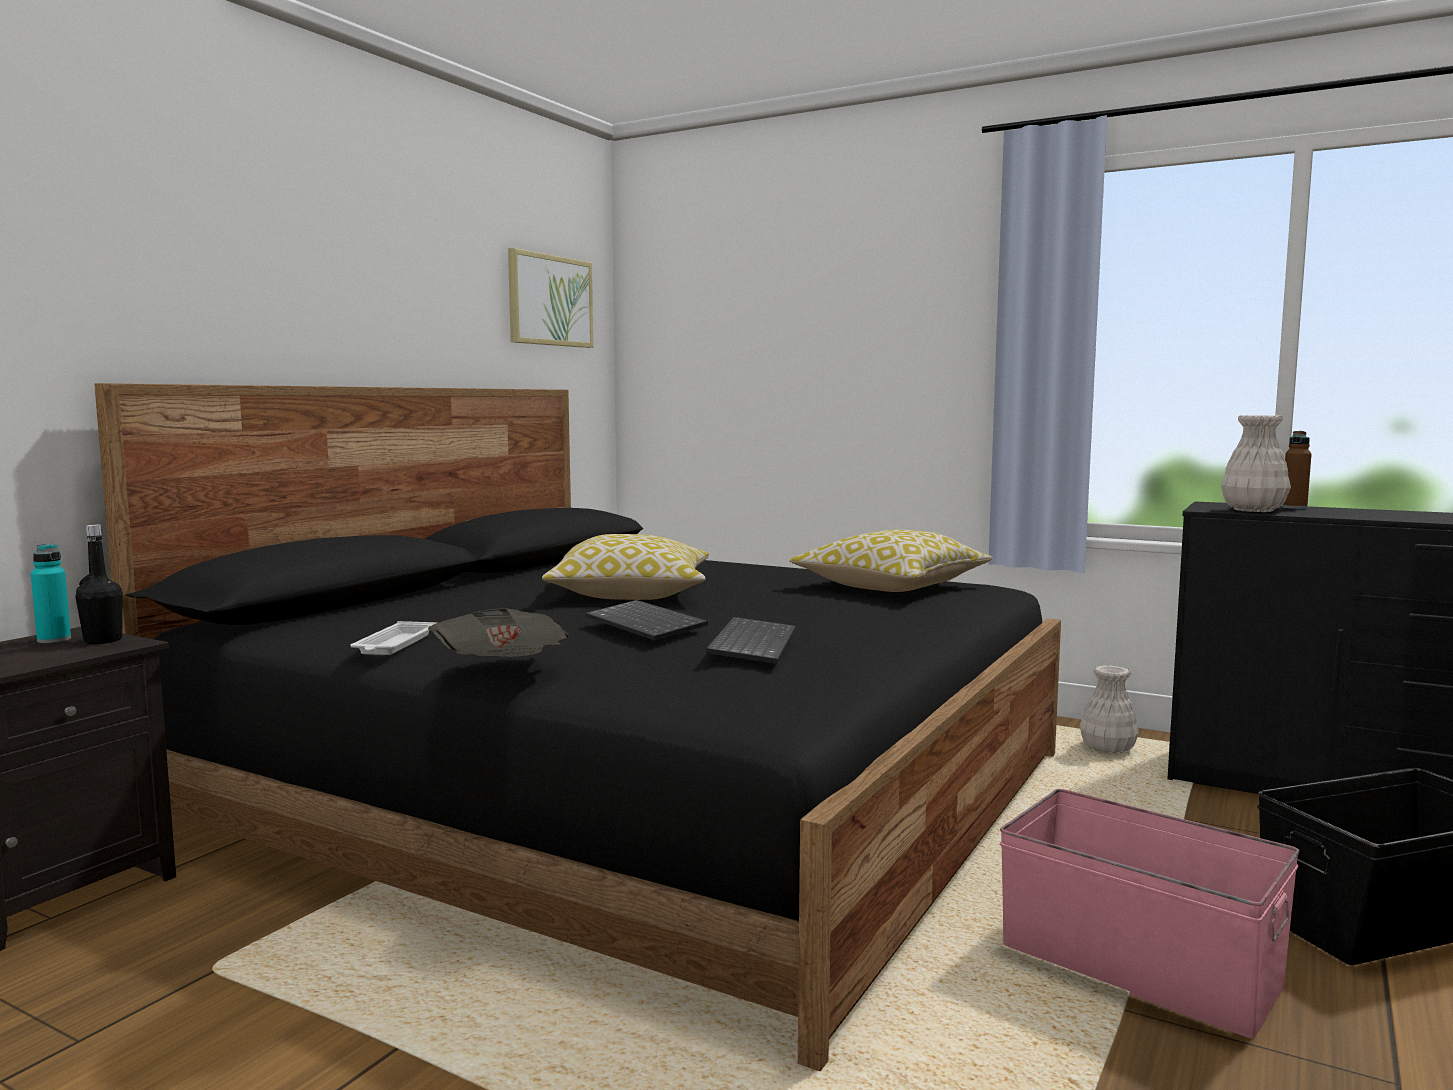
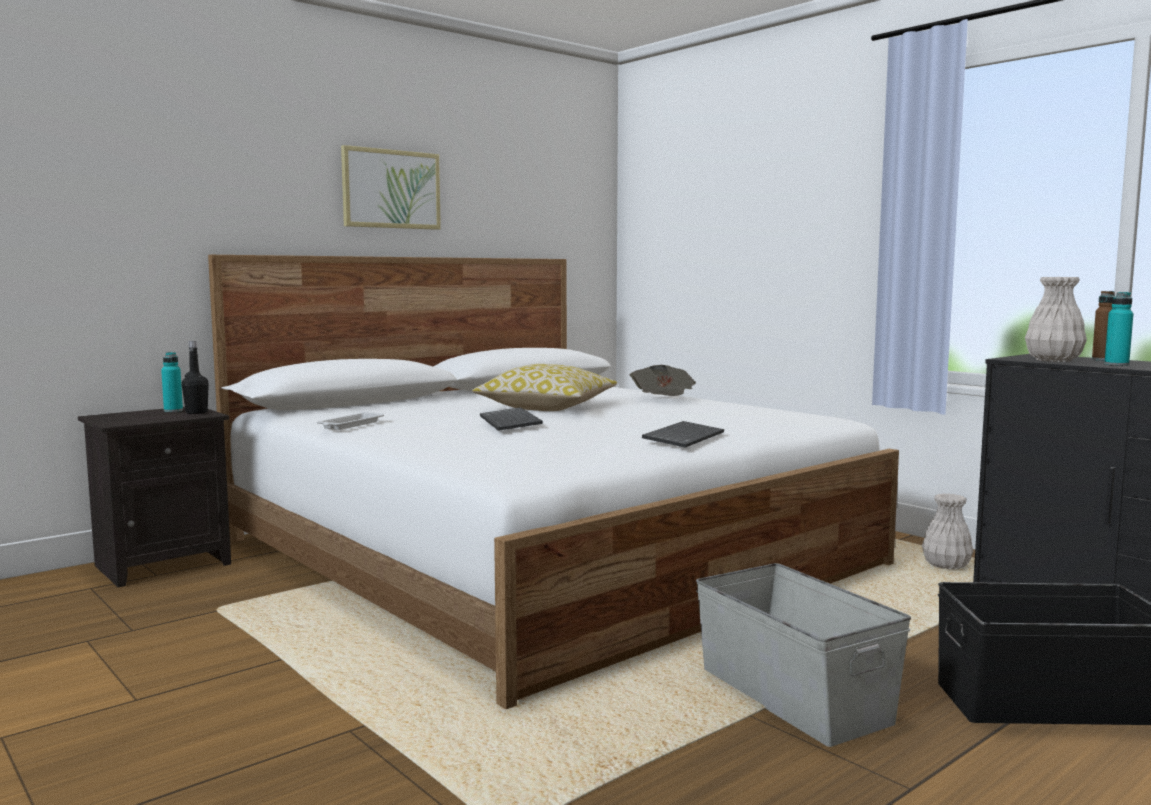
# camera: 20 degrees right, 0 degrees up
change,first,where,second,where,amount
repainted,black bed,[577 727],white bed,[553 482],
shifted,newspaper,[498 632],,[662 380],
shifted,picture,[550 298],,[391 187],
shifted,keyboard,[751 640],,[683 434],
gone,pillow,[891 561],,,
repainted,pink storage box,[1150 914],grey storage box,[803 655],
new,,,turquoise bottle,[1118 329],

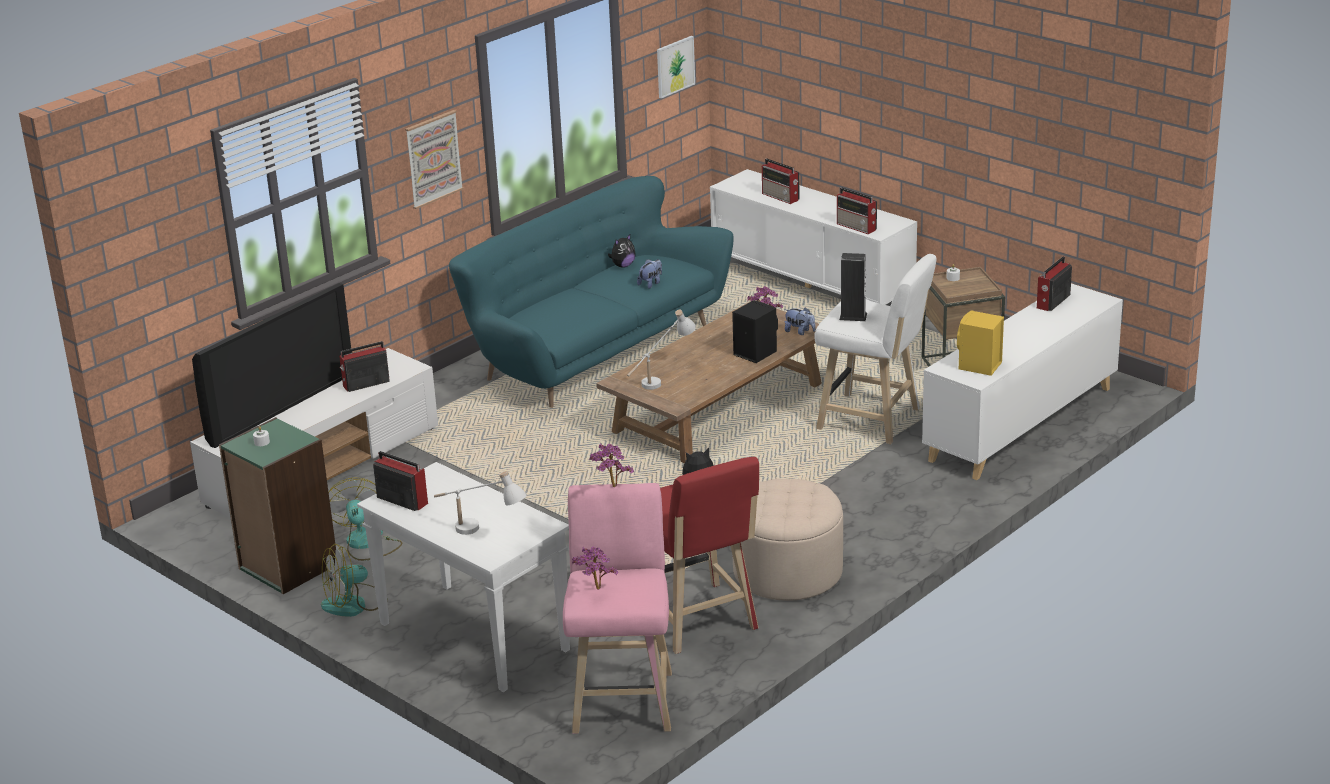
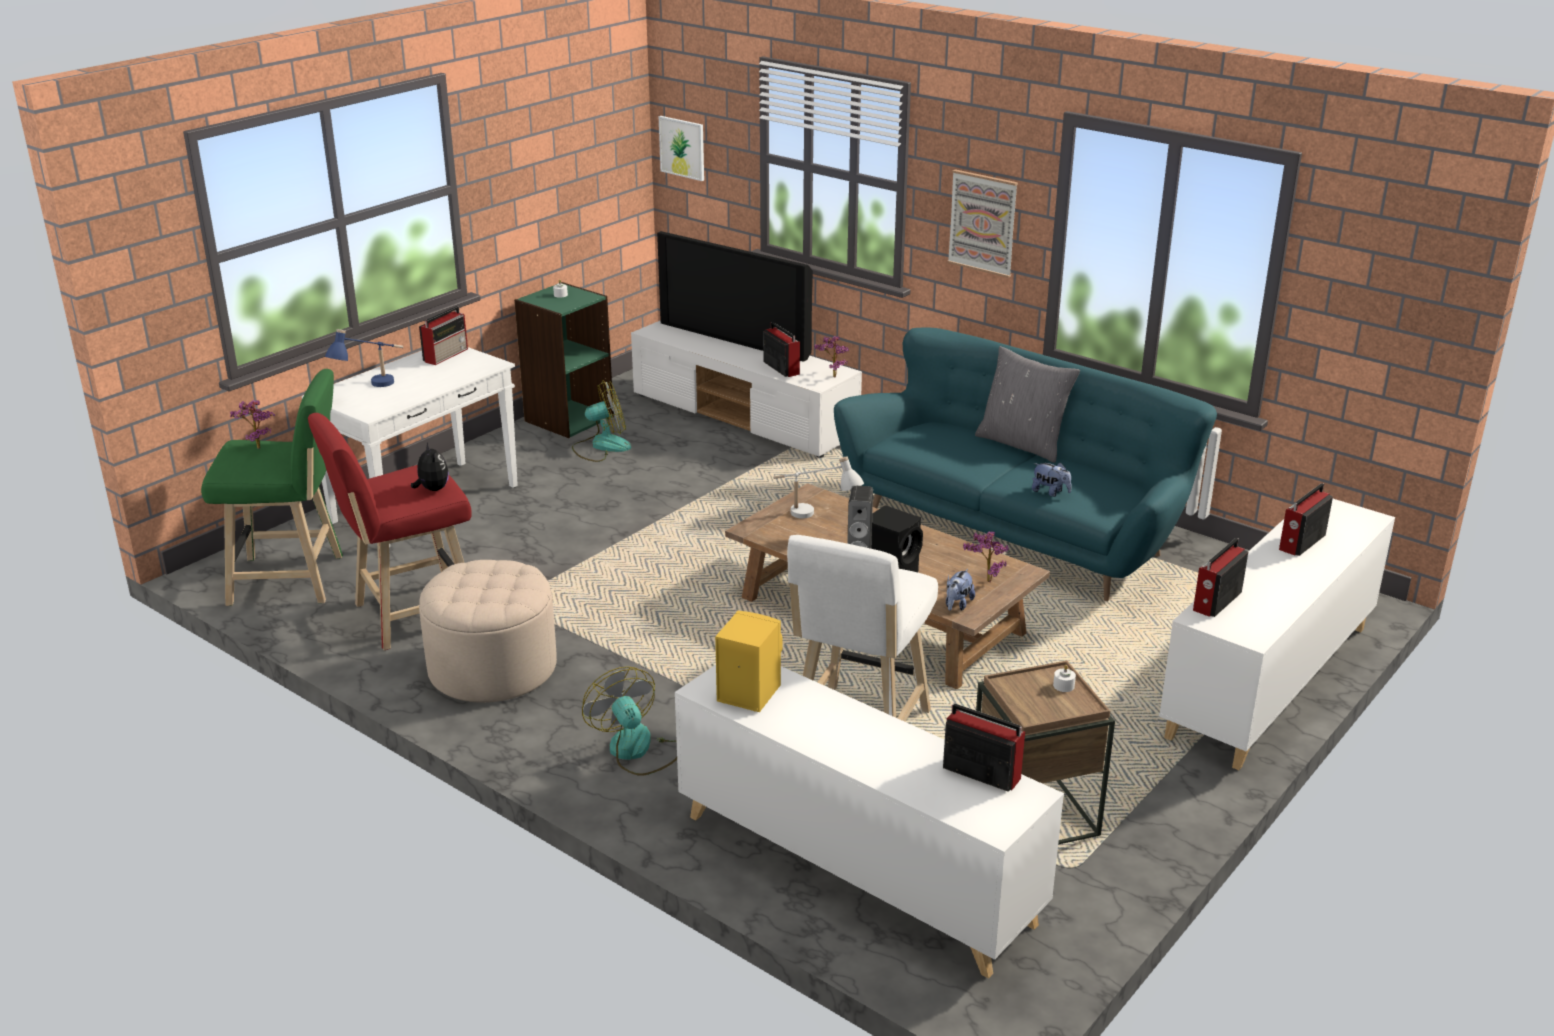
# camera: 85 degrees right, 0 degrees up
change,first,where,second,where,amount
shifted,fan,[354 580],,[629 721],
repainted,white table lamp,[480 503],blue table lamp,[364 358],
repainted,pink stool,[617 608],green stool,[272 487],
shifted,potted plant,[612 465],,[831 356],
gone,plush toy,[621 251],,,
shifted,picture,[676 67],,[681 148],
new,,,grey pillow,[1027 404],

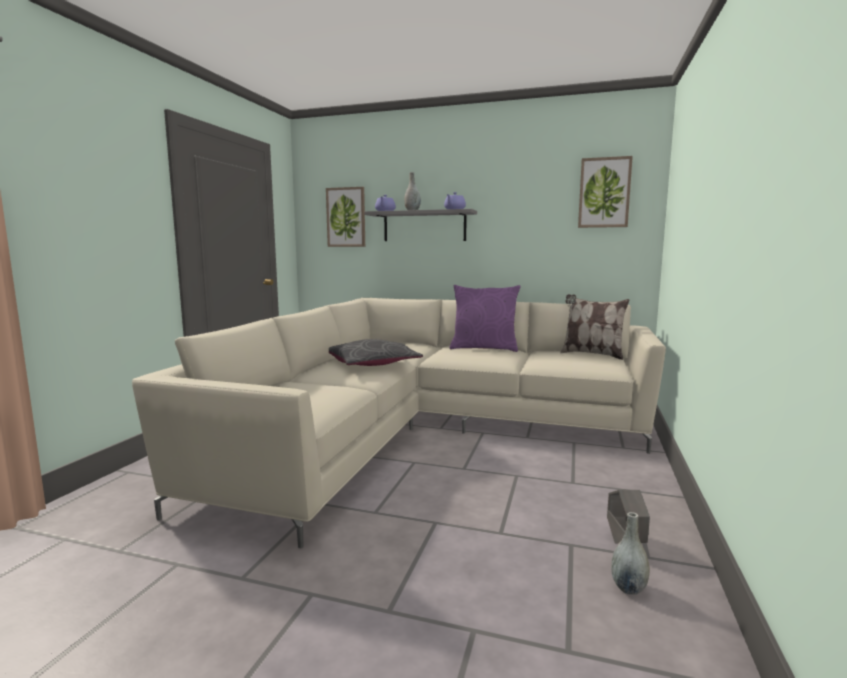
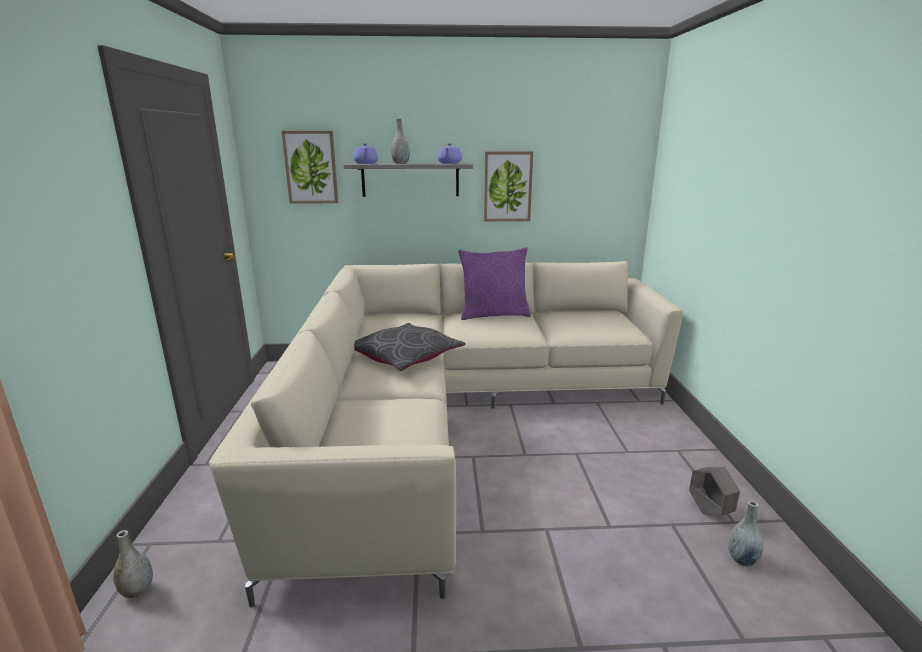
# camera: 20 degrees left, 10 degrees up
change,first,where,second,where,amount
gone,pillow,[594 327],,,
shifted,picture,[605 192],,[508 186],
new,,,grey vase,[133 564],

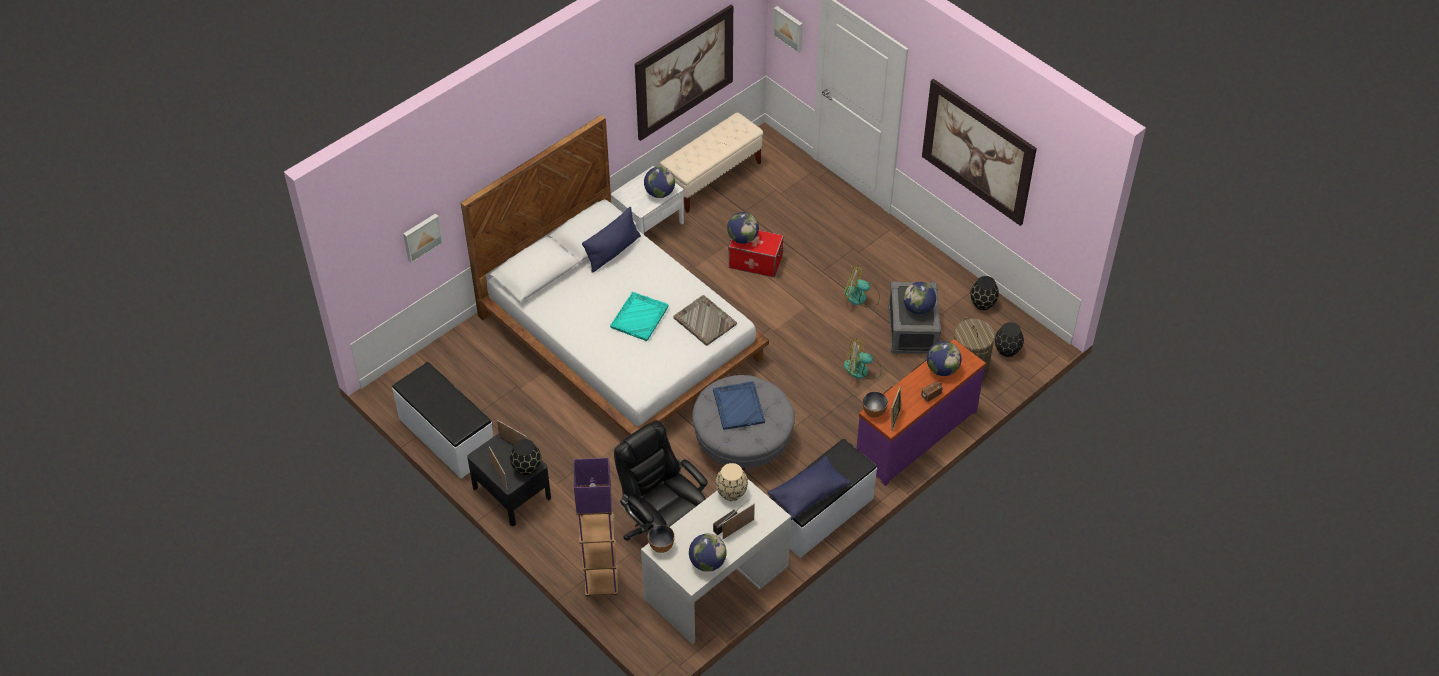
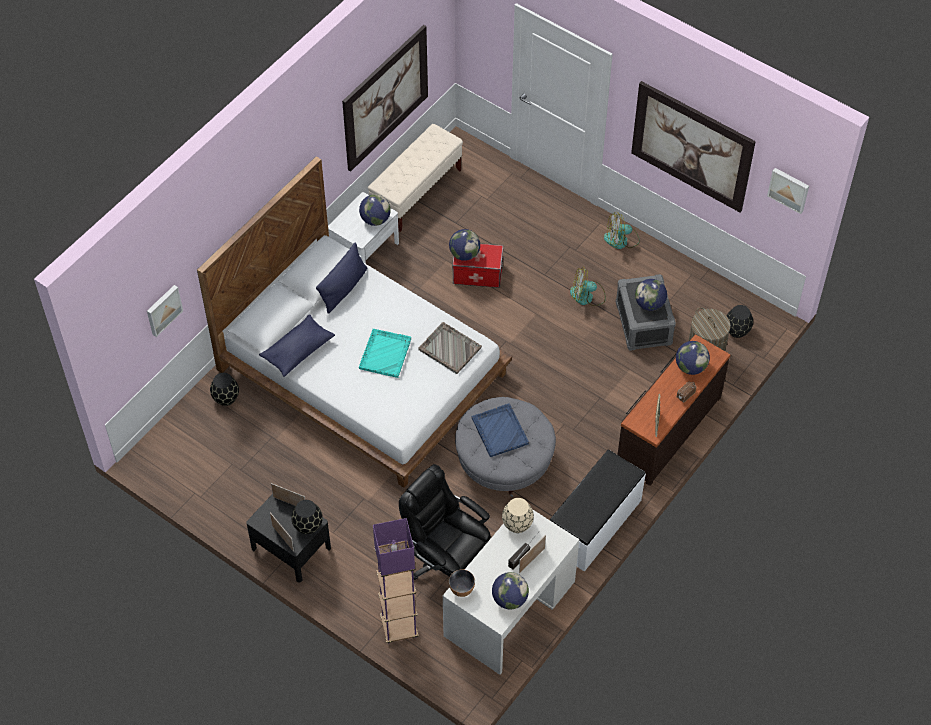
# camera: 10 degrees left, 5 degrees up
change,first,where,second,where,amount
gone,white bench,[442 420],,,
shifted,blue pillow,[809 488],,[297 345],
shifted,picture,[788 29],,[788 191],
shifted,fan,[863 358],,[622 231],
repainted,purple dresser,[921 412],brown dresser,[674 410],
gone,bowl,[875 404],,,
shifted,black vase,[984 293],,[224 389],

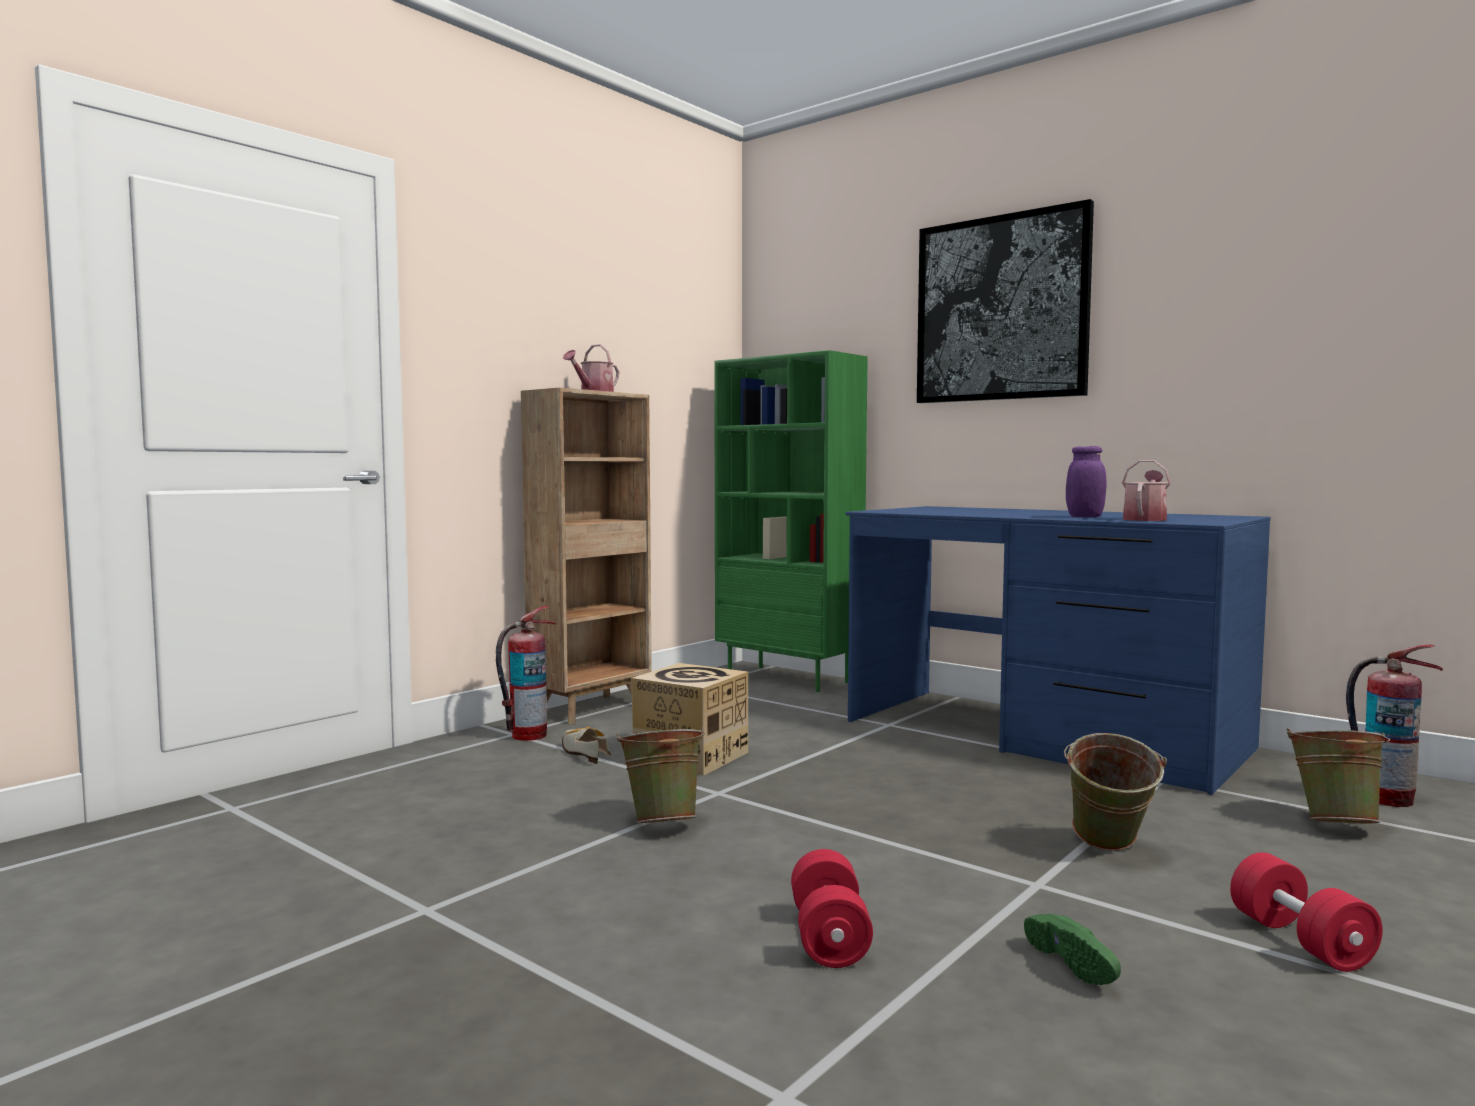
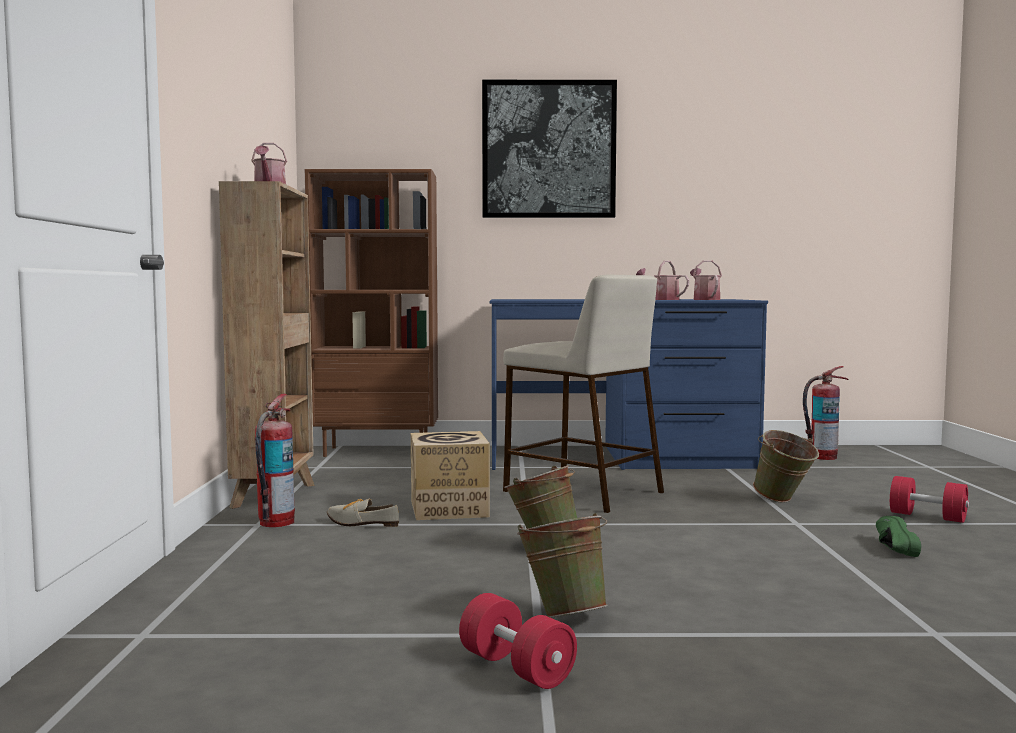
# camera: 40 degrees left, 0 degrees up
change,first,where,second,where,amount
repainted,green bookcase,[791 521],brown bookcase,[371 313],
shifted,red dumbbell,[832 908],,[518 641],
rotated,green shoe,[1072 949],,[898 536],120 degrees counterclockwise
swapped,purple jar,[1086 481],watering can,[662 280],
shifted,green bucket,[1338 775],,[562 565],
new,,,beige stool,[583 393],

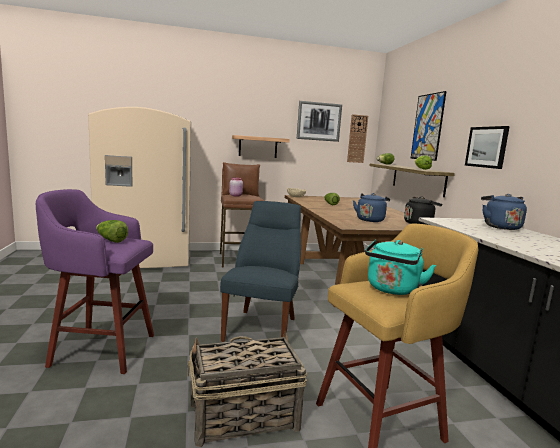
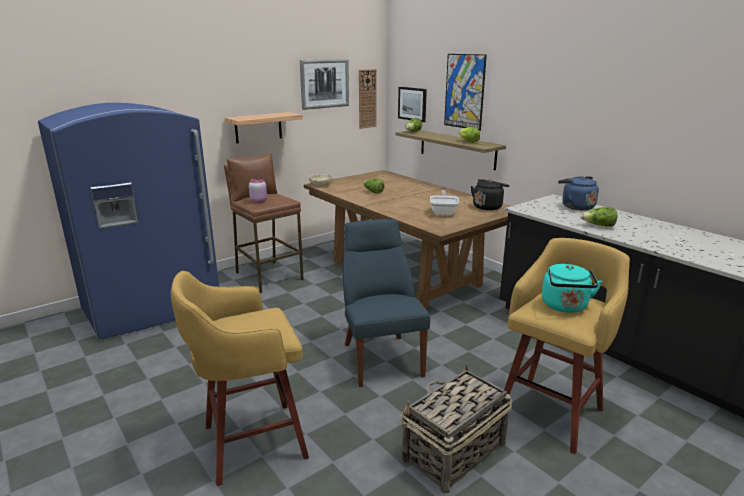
# camera: 25 degrees left, 10 degrees up
change,first,where,second,where,amount
repainted,purple stool,[95 281],yellow stool,[240 378],
repainted,beige fridge,[139 187],blue fridge,[128 221],
shifted,lettuce,[112 231],,[598 217],
swapped,blue kettle,[371 207],frying pan,[444 203],
shifted,picture,[487 147],,[412 104],

